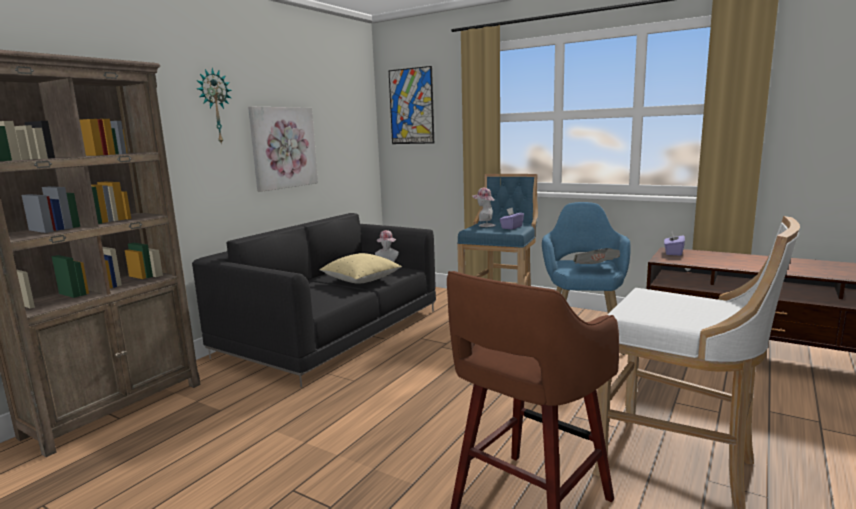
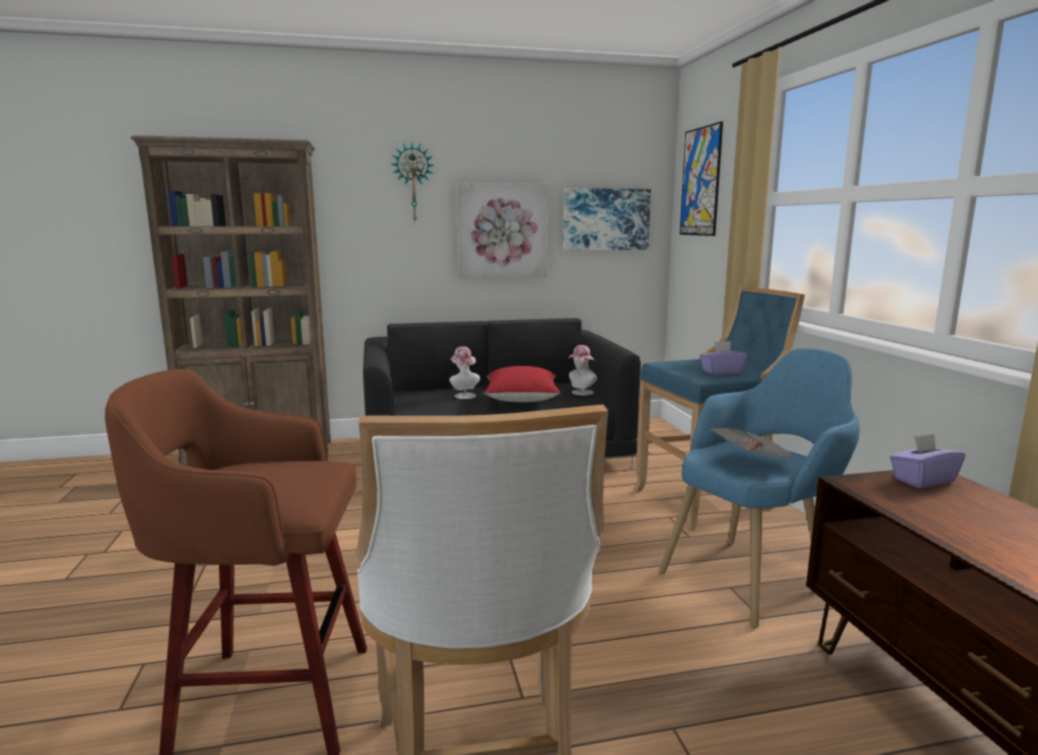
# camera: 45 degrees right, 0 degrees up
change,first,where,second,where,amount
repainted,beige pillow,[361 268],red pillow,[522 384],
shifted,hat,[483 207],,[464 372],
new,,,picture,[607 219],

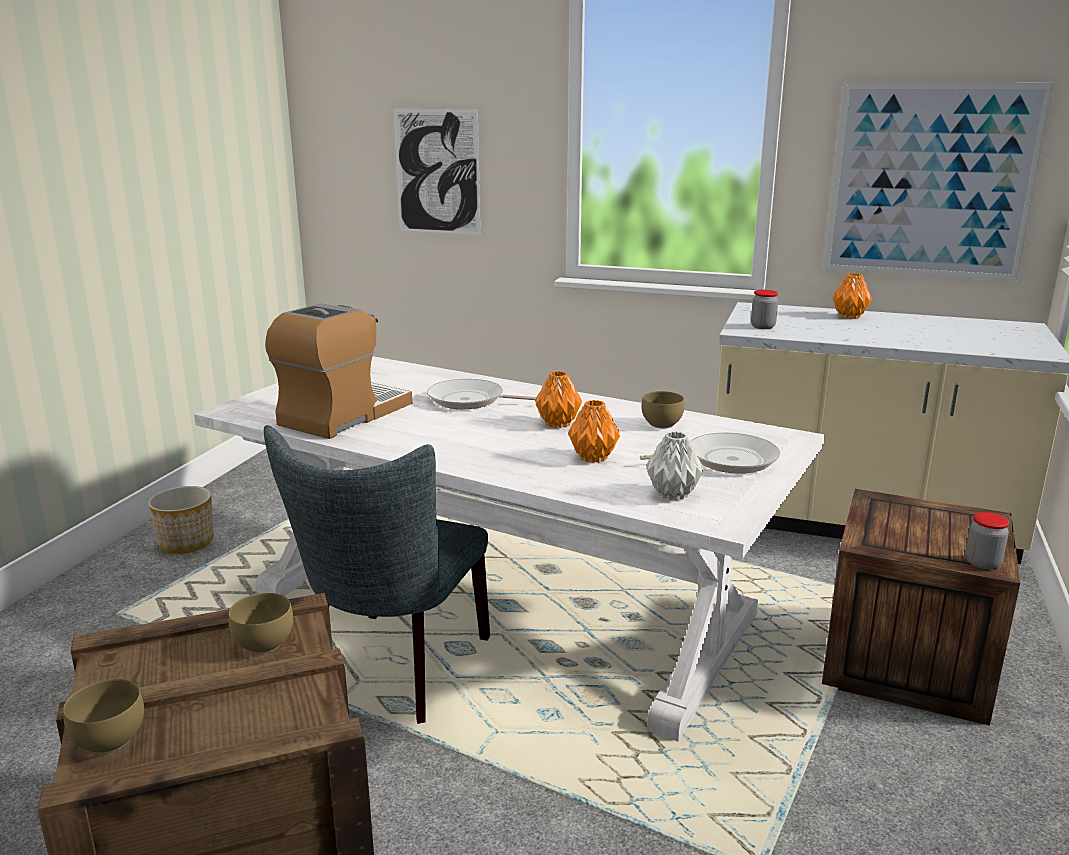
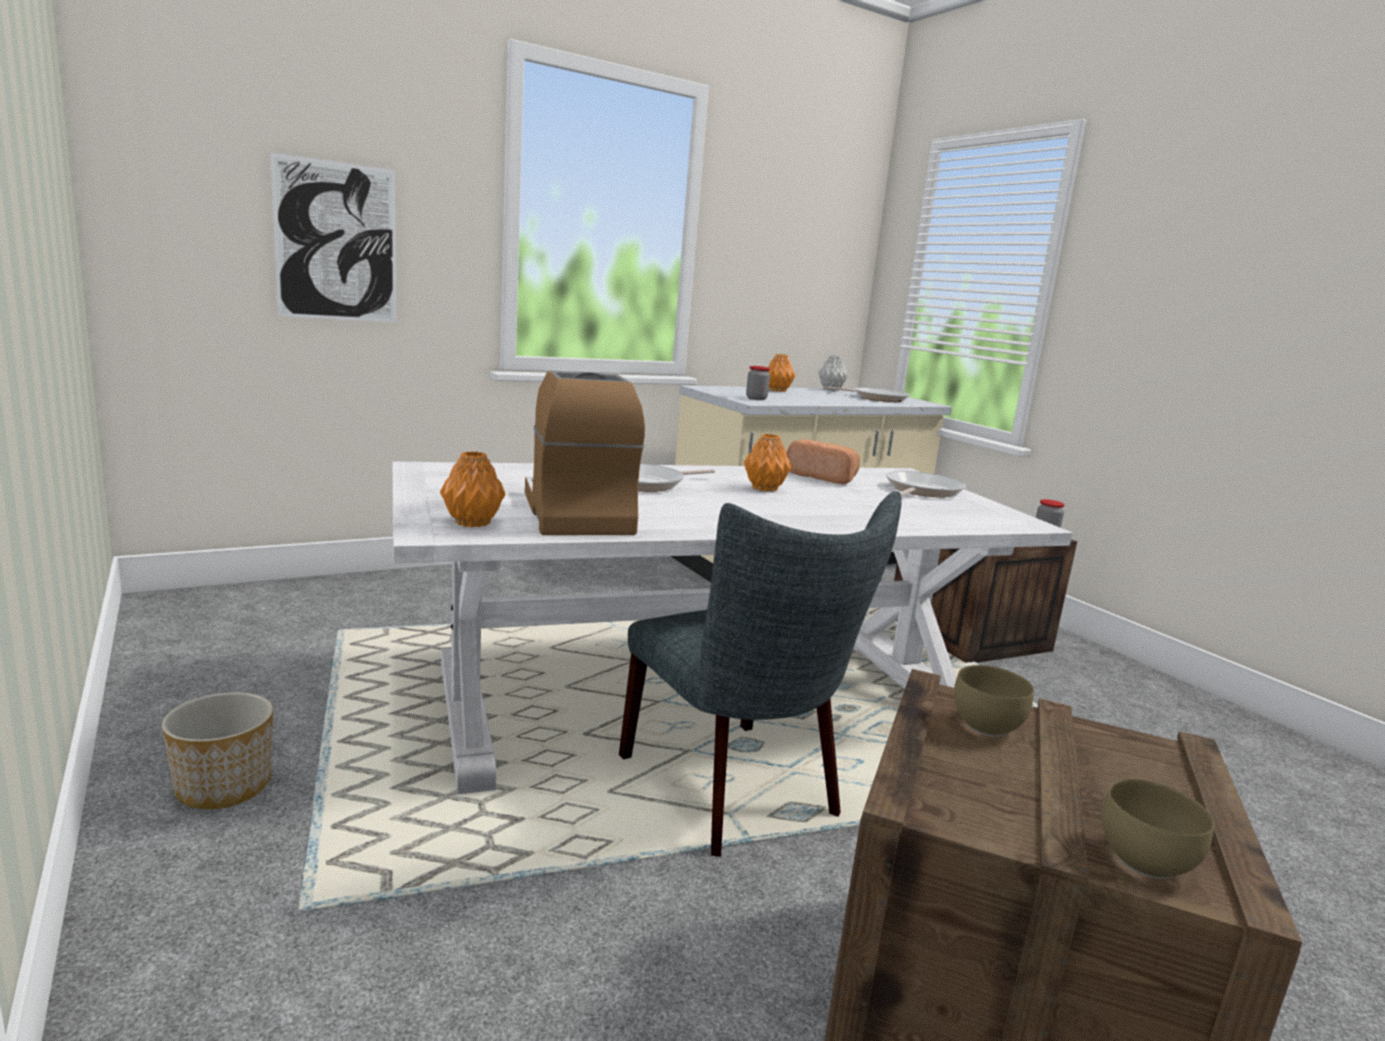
# camera: 50 degrees left, 5 degrees down
change,first,where,second,where,amount
shifted,orange vase,[594 431],,[473 489],
swapped,brown bowl,[662 409],bread,[823 461],
shifted,grey vase,[675 466],,[833 373],
gone,picture,[939 181],,,
new,,,frying pan,[866 394],

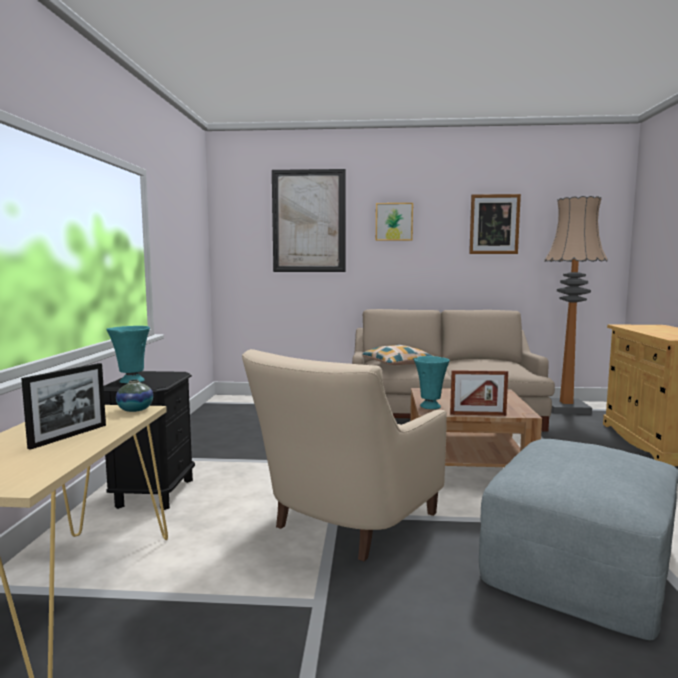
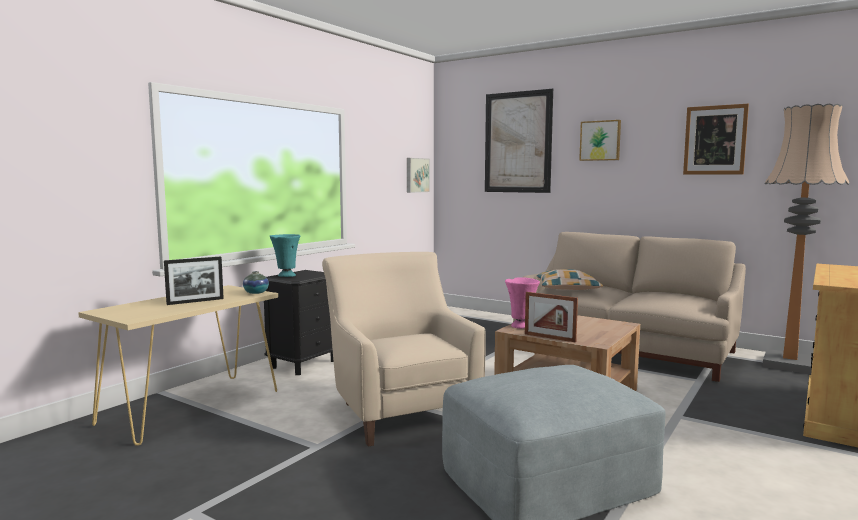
# camera: 30 degrees right, 0 degrees up
change,first,where,second,where,amount
rotated,beige armchair,[344 455],,[404 349],90 degrees clockwise
repainted,turquoise vase,[432 382],pink vase,[522 303],
new,,,picture,[418 175],

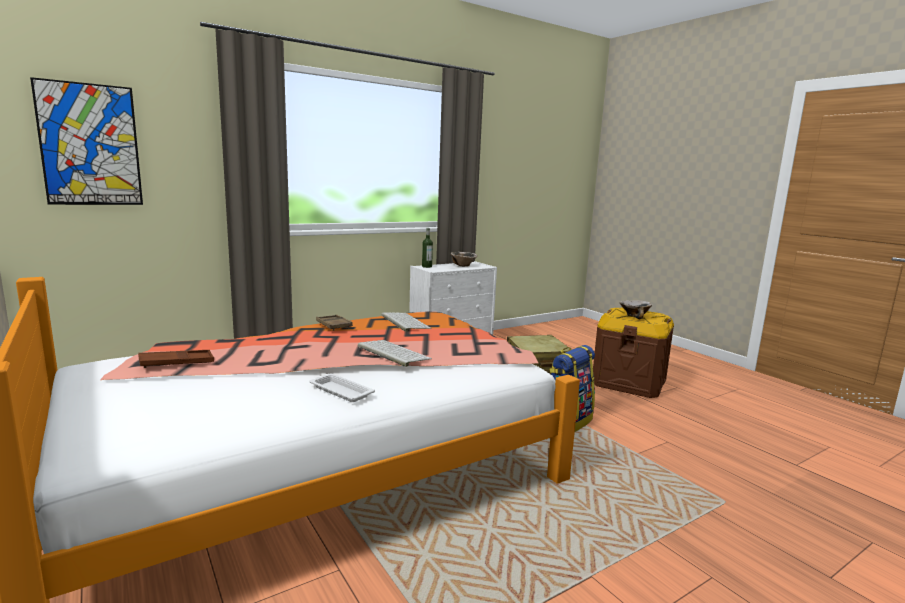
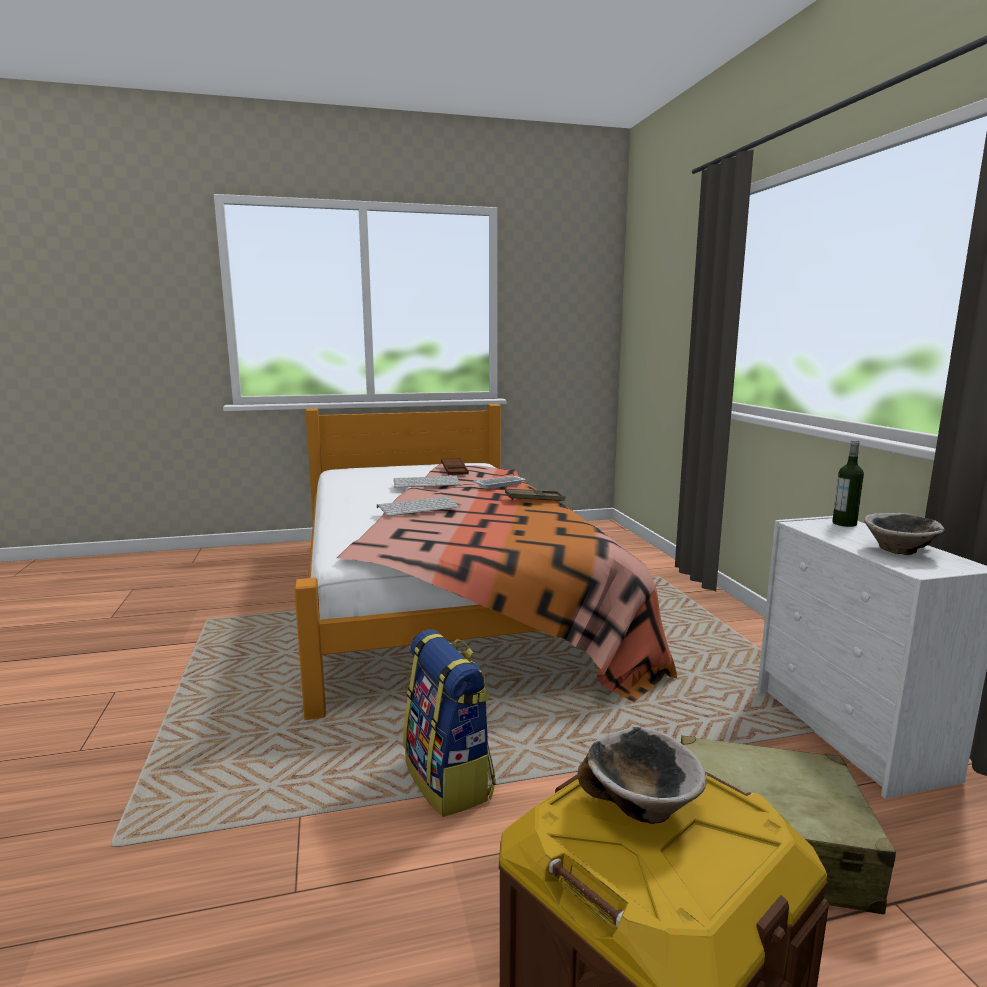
# camera: 110 degrees right, 0 degrees up
change,first,where,second,where,amount
gone,picture,[86 141],,,
shifted,white tray,[342 388],,[499 482],
shifted,keyboard,[406 322],,[427 482],

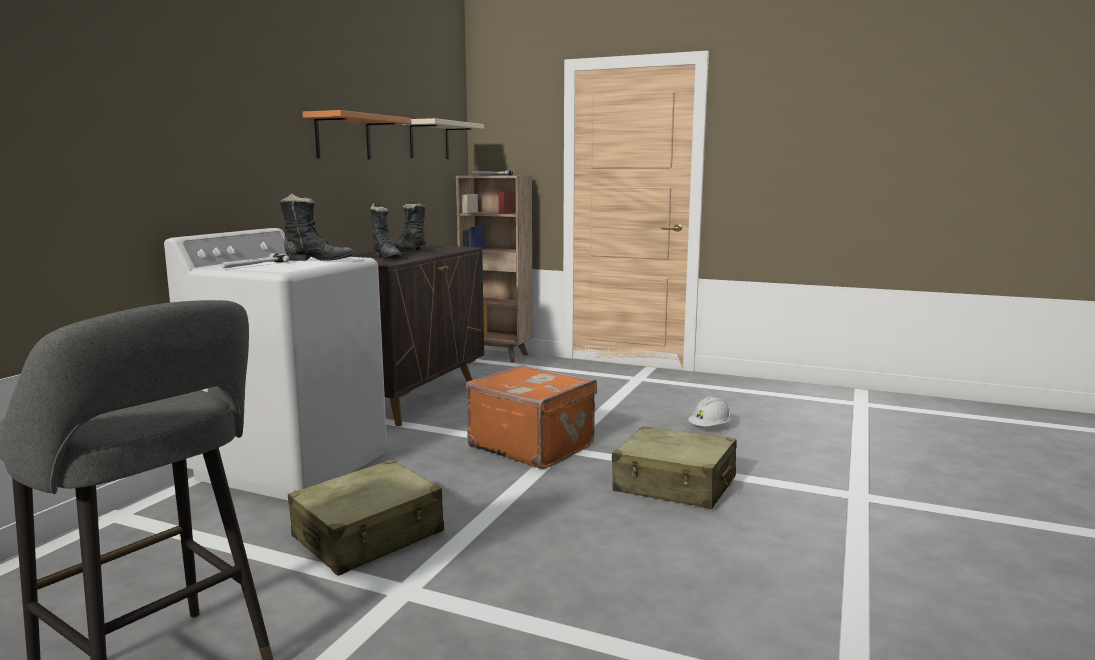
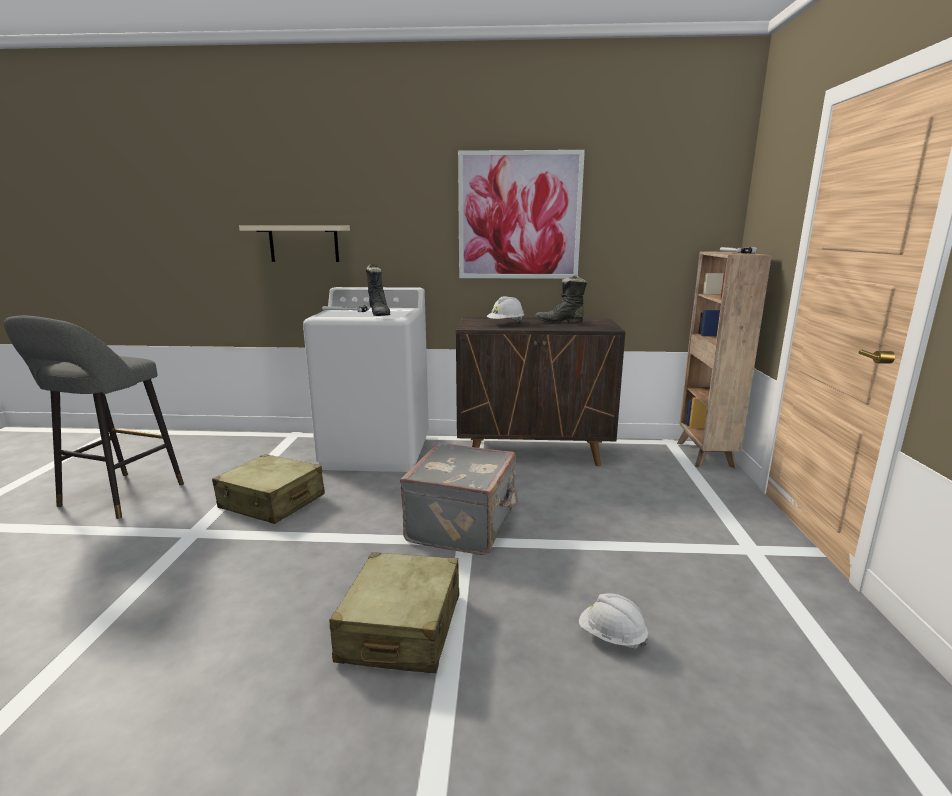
# camera: 70 degrees right, 5 degrees up
change,first,where,second,where,amount
swapped,orange shelf,[356 135],picture,[521 214],
swapped,black boot,[386 230],white hard hat,[505 309],
shifted,beige shelf,[443 138],,[294 244],
repainted,orange suitcase,[531 417],grey suitcase,[459 498],

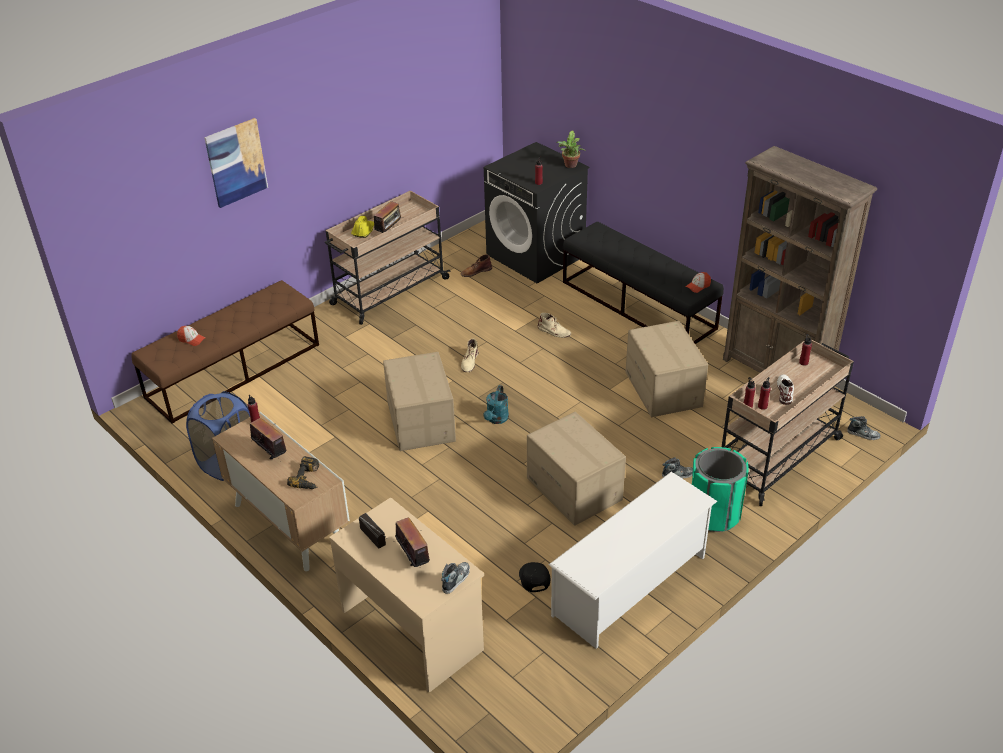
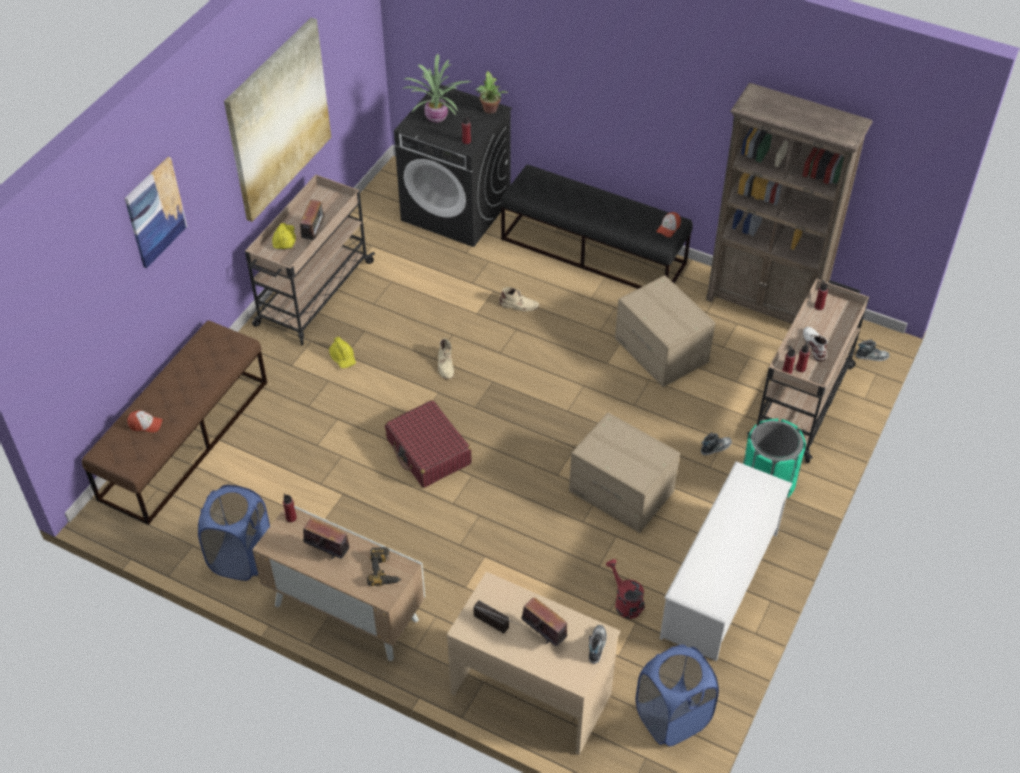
# camera: 20 degrees left, 10 degrees up
change,first,where,second,where,amount
swapped,cardboard box,[419 401],red suitcase,[428 444],
gone,brown boot,[476 265],,,
gone,turquoise watering can,[496 404],,,
swapped,black cap,[534 577],red watering can,[625 589],
new,,,picture,[277 120],
new,,,yellow hard hat,[342 352],
new,,,potted plant,[436 88],
new,,,blue laundry basket,[677 695],

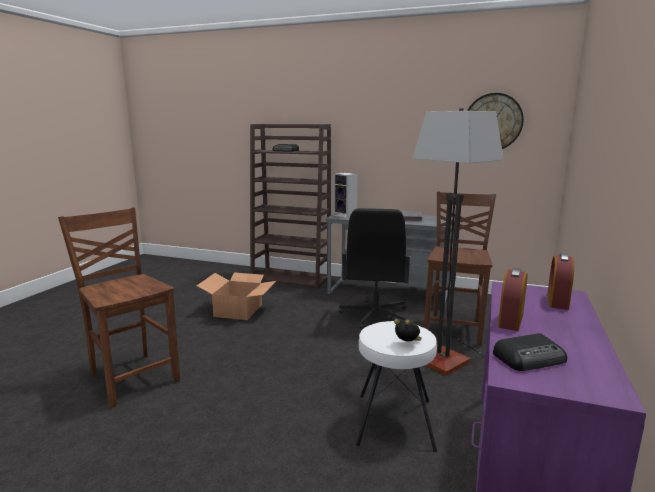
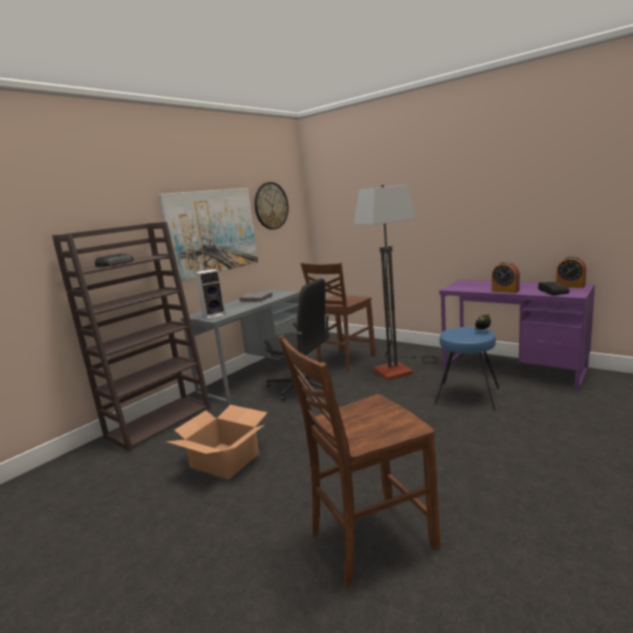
# camera: 70 degrees left, 0 degrees up
change,first,where,second,where,amount
repainted,white stool,[396 386],blue stool,[466 369],
rotated,brown chair,[460 268],,[338 317],90 degrees counterclockwise
shifted,alarm clock,[560 281],,[571 272],
new,,,picture,[208 235],

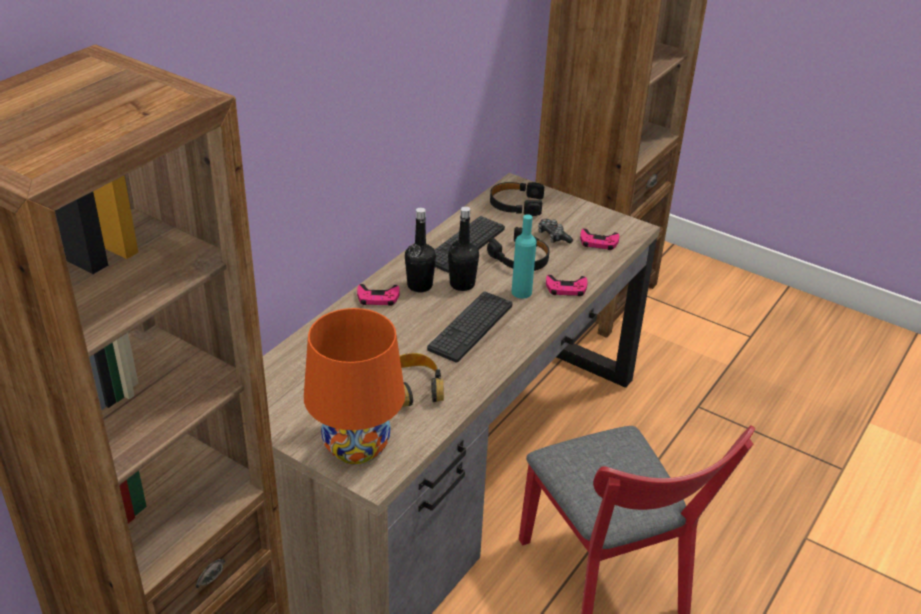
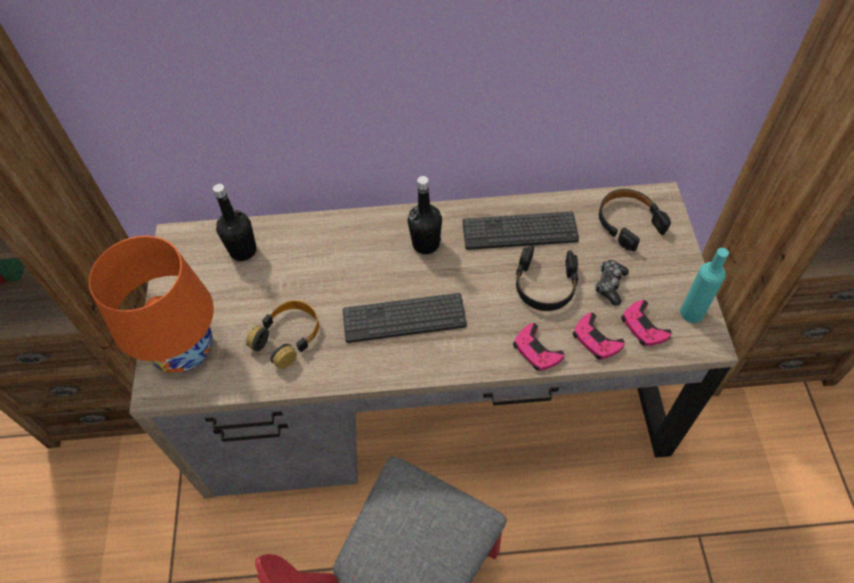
# camera: 55 degrees right, 20 degrees up
change,first,where,second,where,amount
shifted,pink game controller,[378 295],,[599 335],
shifted,black bottle,[463 248],,[235 222],
shifted,turquoise bottle,[524 256],,[704 285],

